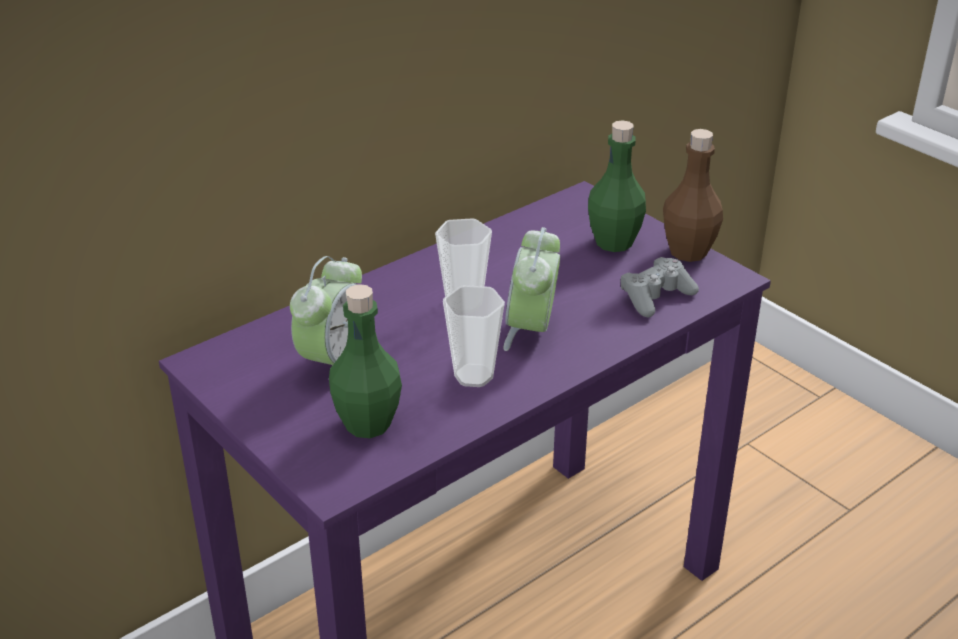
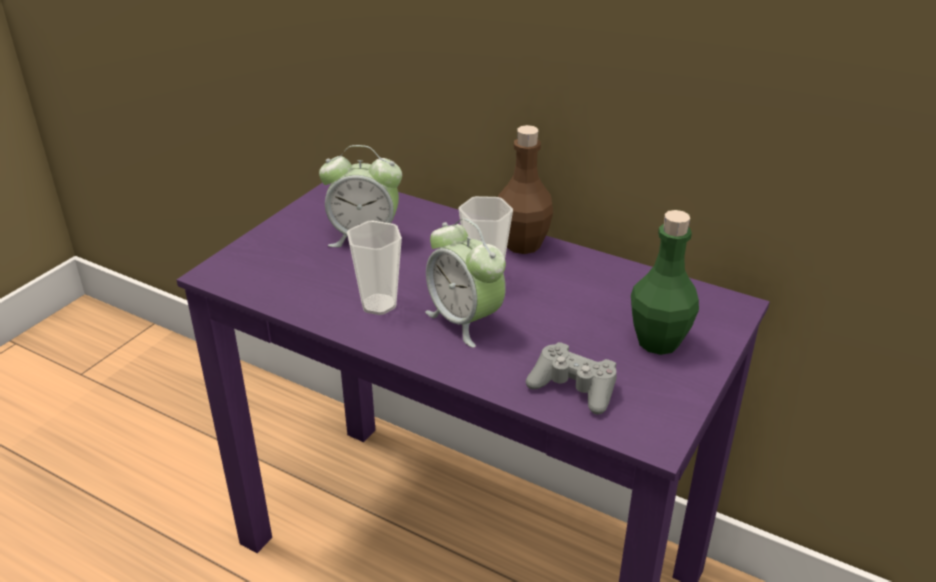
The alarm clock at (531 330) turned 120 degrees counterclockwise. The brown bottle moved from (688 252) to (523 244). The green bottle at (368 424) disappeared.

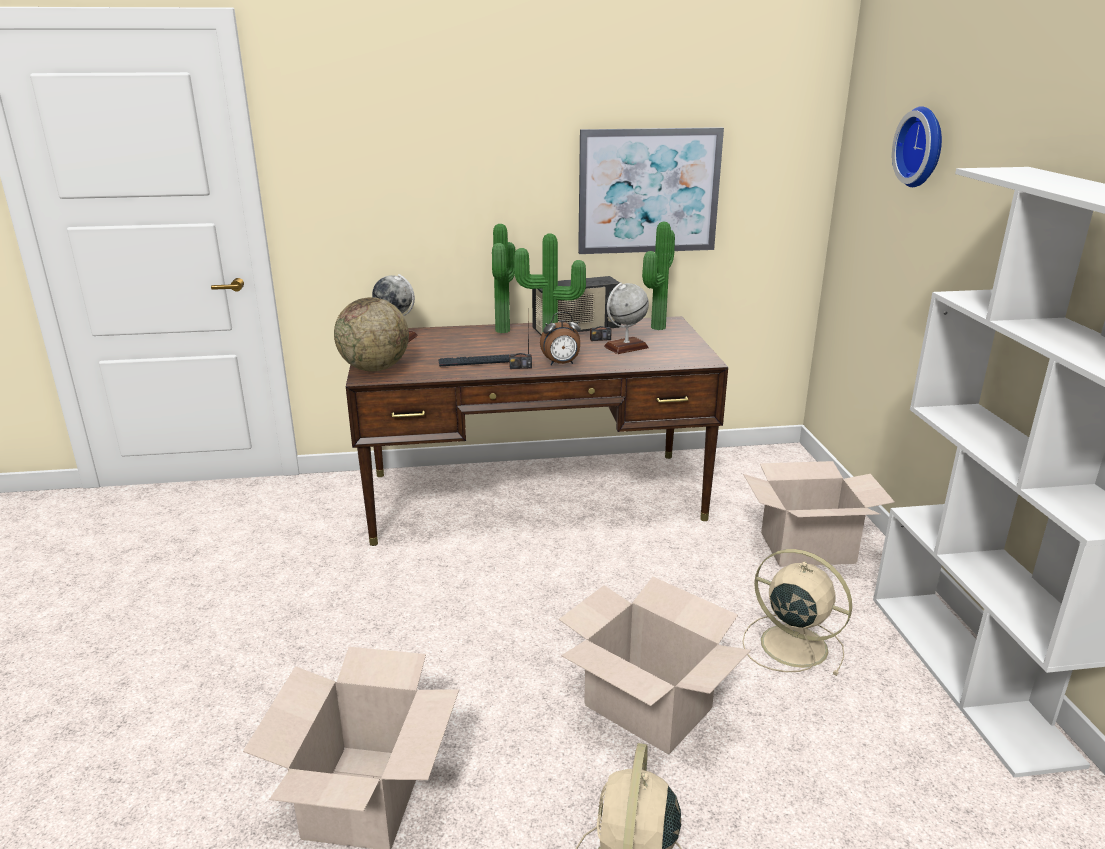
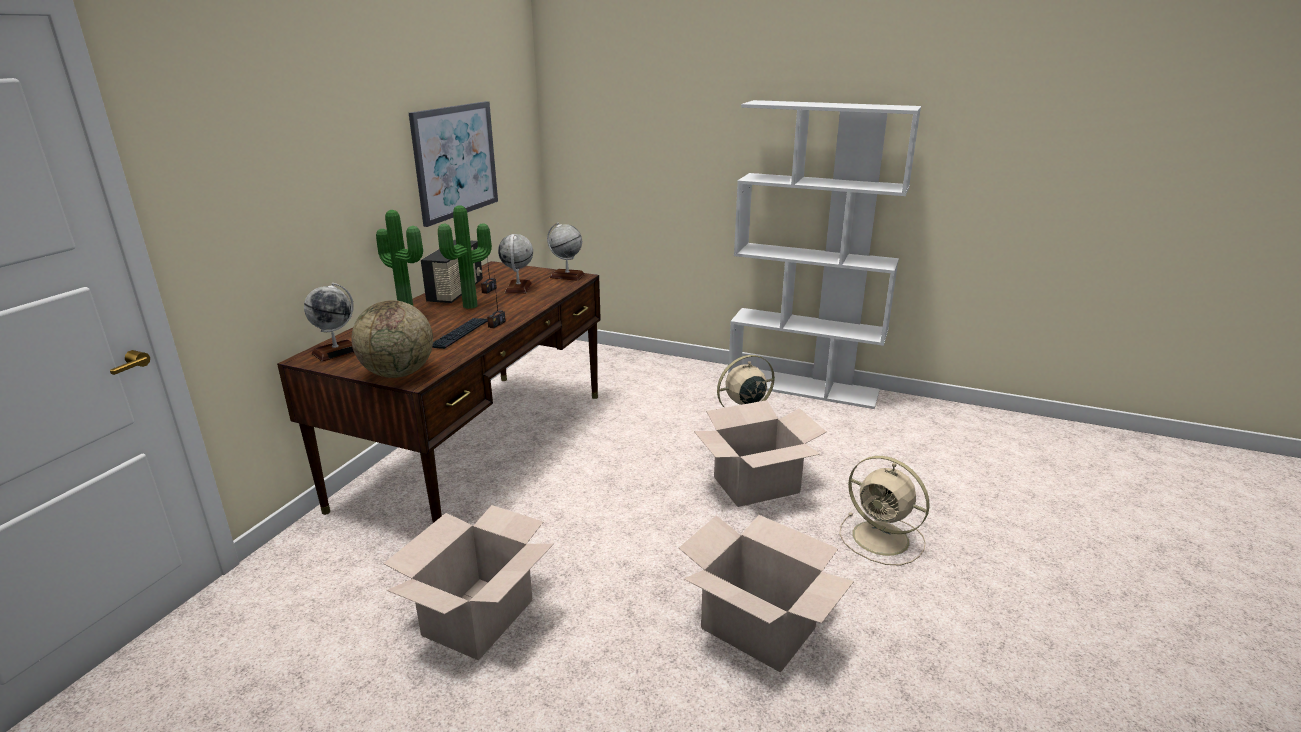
The cardboard box moved from (807 548) to (479 618). The globe at (567 276) appeared. The alarm clock at (561 364) disappeared. The potted plant at (655 327) disappeared. The wall clock at (923 147) disappeared.

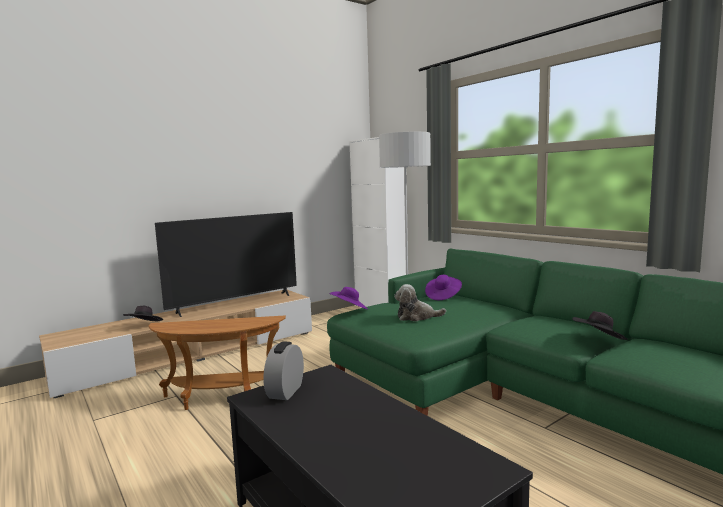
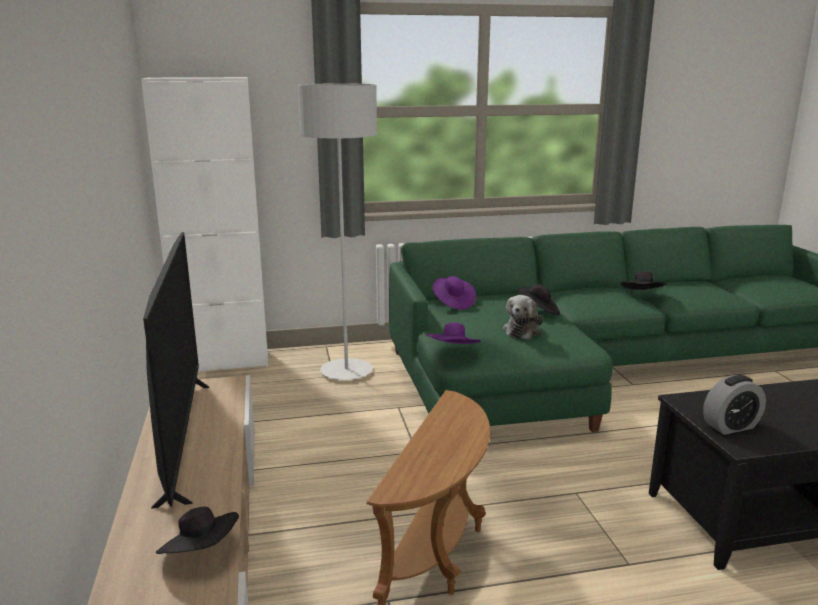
The black hat at (538 311) appeared. The alarm clock at (285 391) turned 60 degrees counterclockwise.

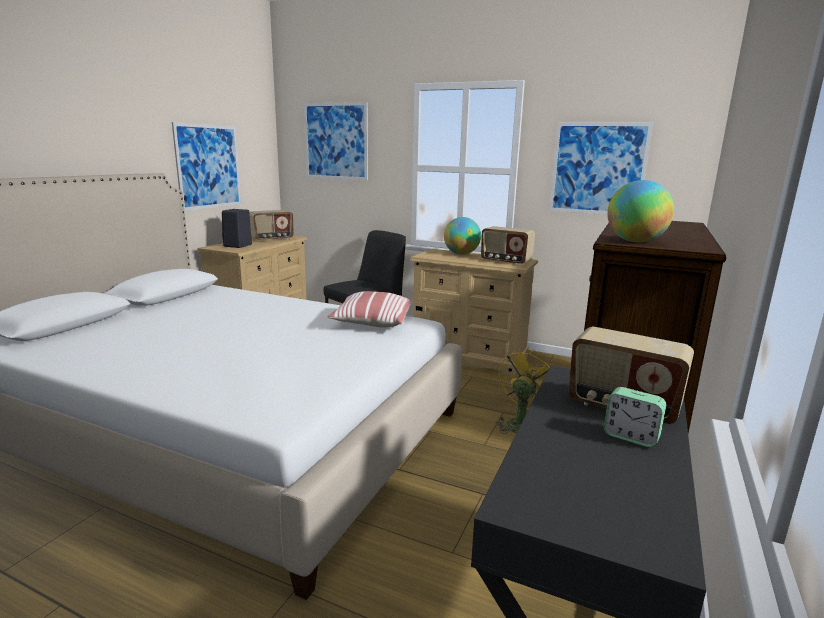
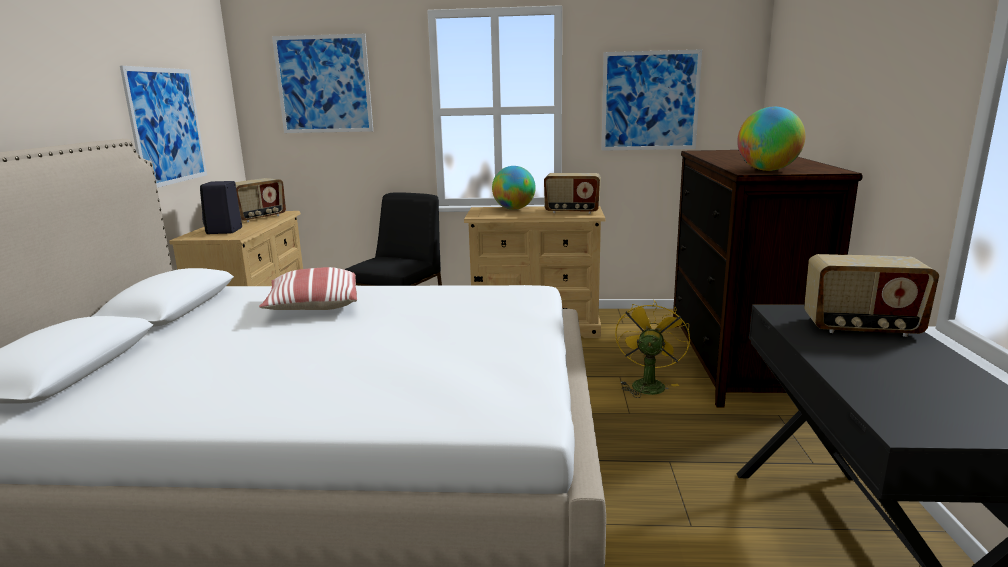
The pillow moved from (371 322) to (313 306). The alarm clock at (631 436) disappeared.

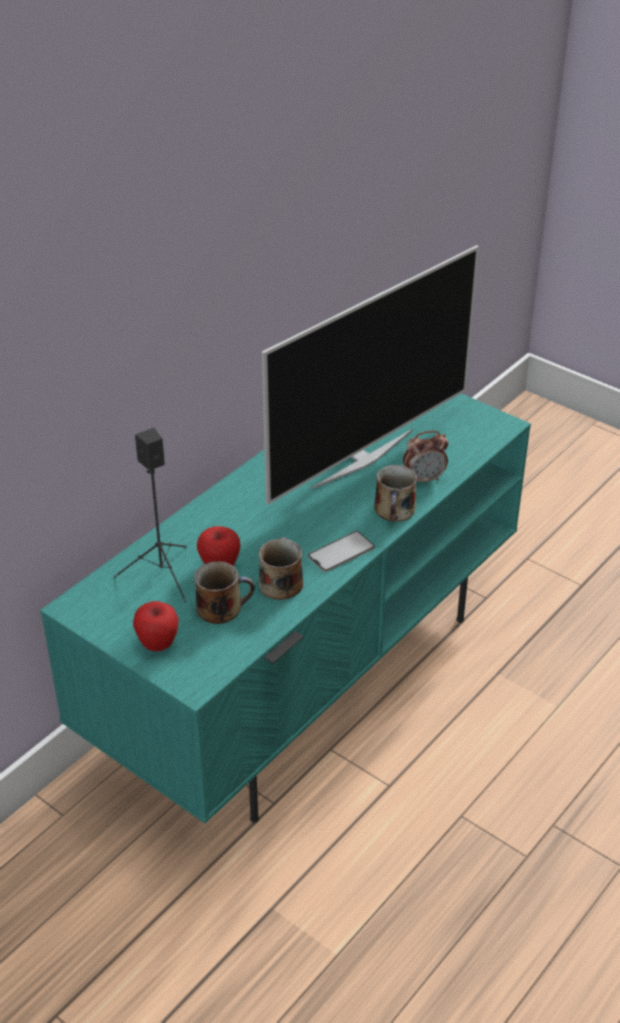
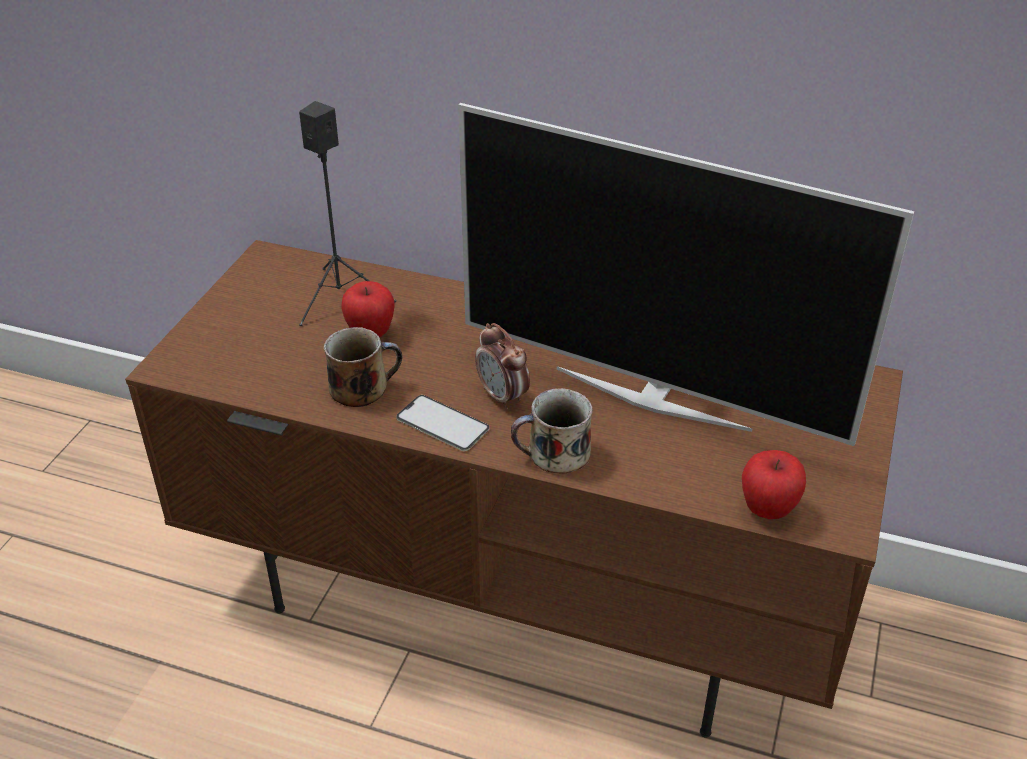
The turquoise tv stand at (306 675) became the brown tv stand at (519 592). The alarm clock moved from (424 479) to (502 397). The apple moved from (158 644) to (767 509). The mug at (222 607) disappeared.

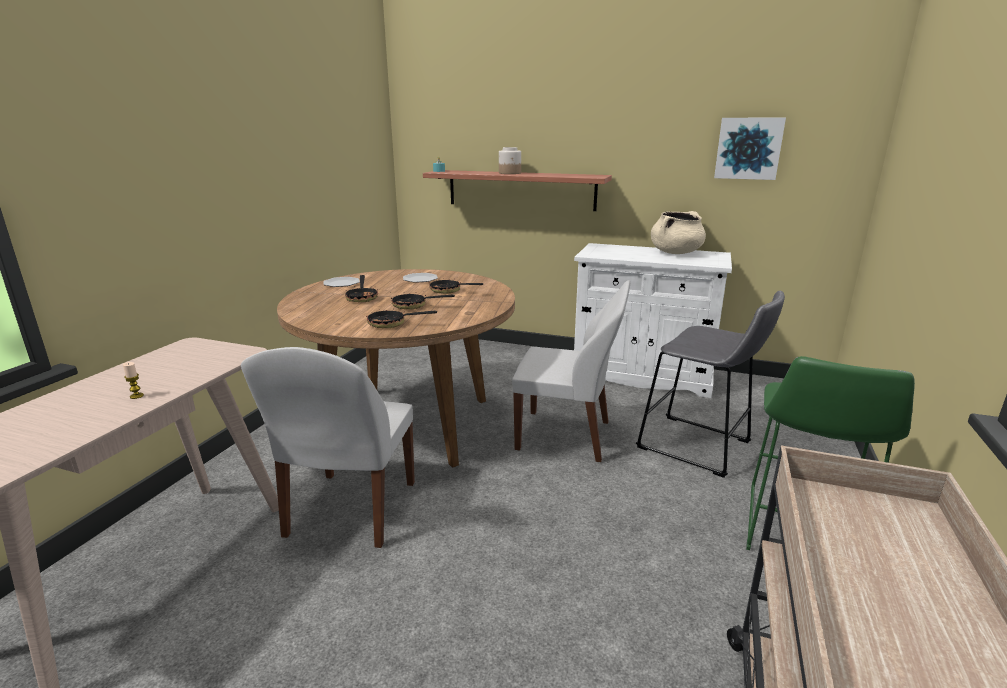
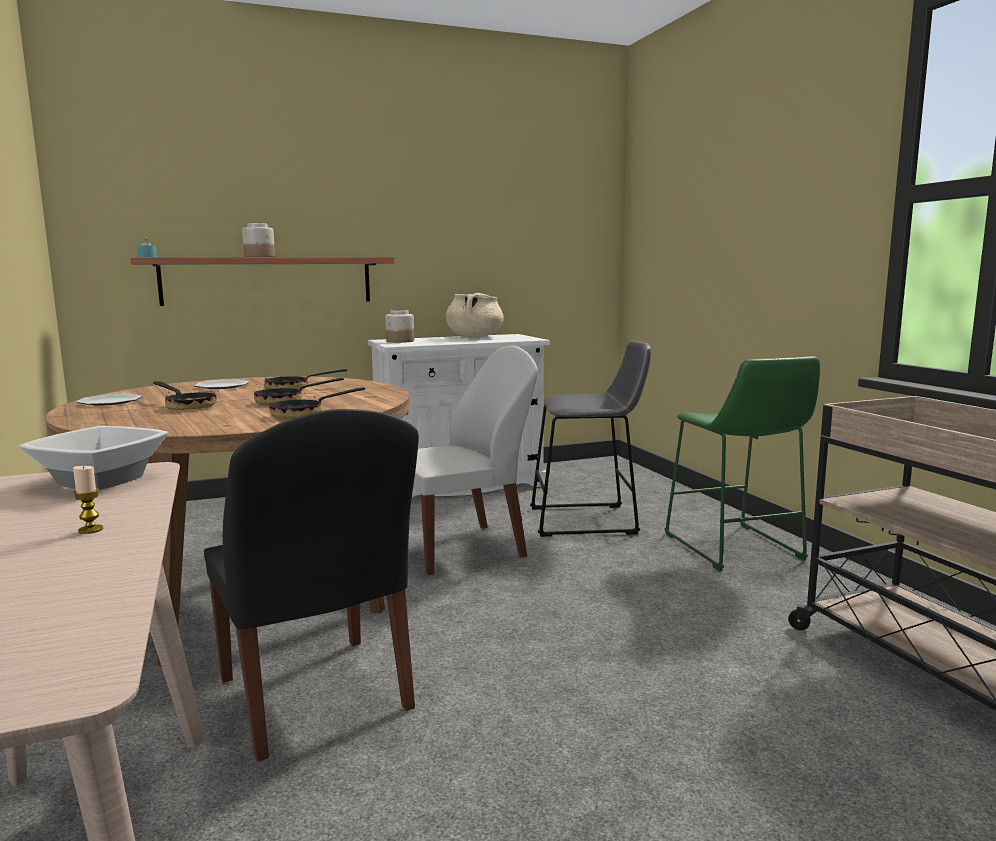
The bowl at (102 480) appeared. The white chair at (350 511) became the black chair at (316 697). The jar at (400 341) appeared. The picture at (748 148) disappeared.

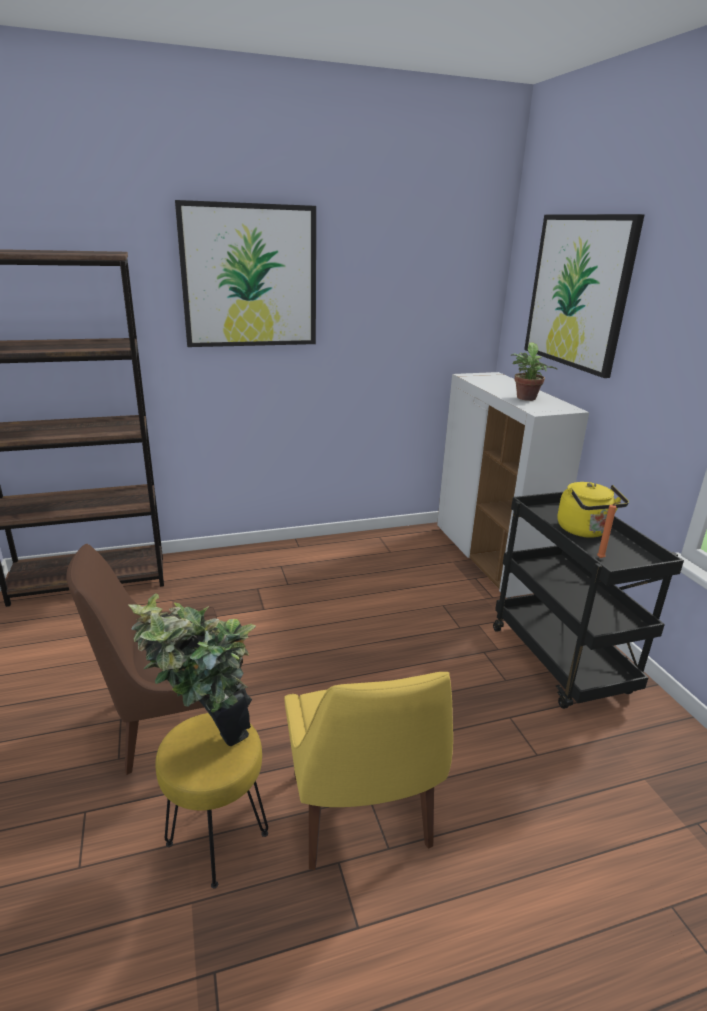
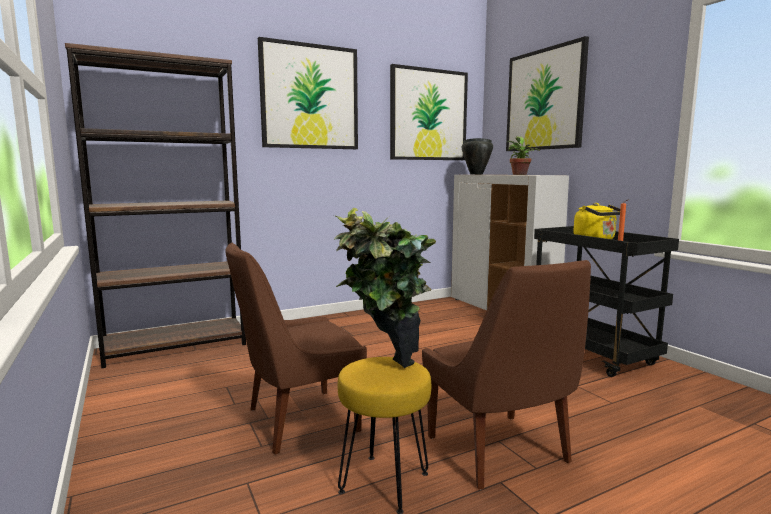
The picture at (428 115) appeared. The yellow chair at (361 815) became the brown chair at (500 452). The black cooking pot at (476 174) appeared.

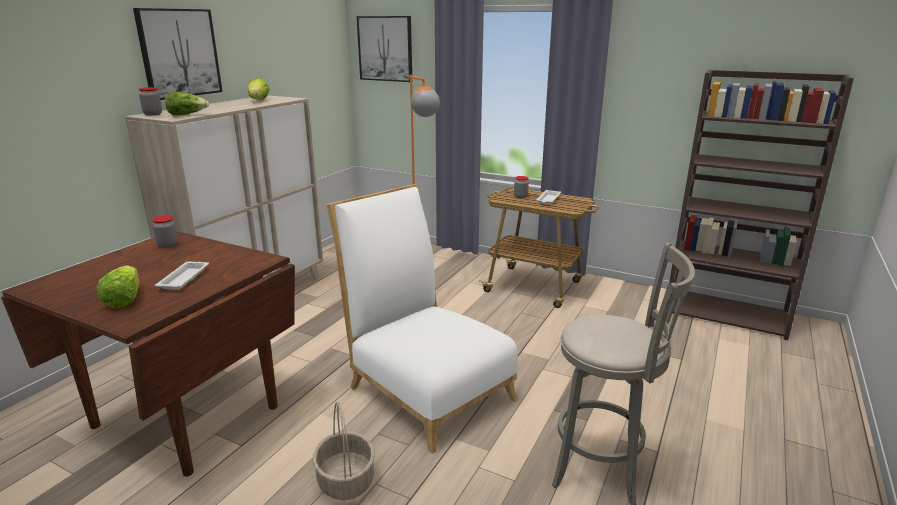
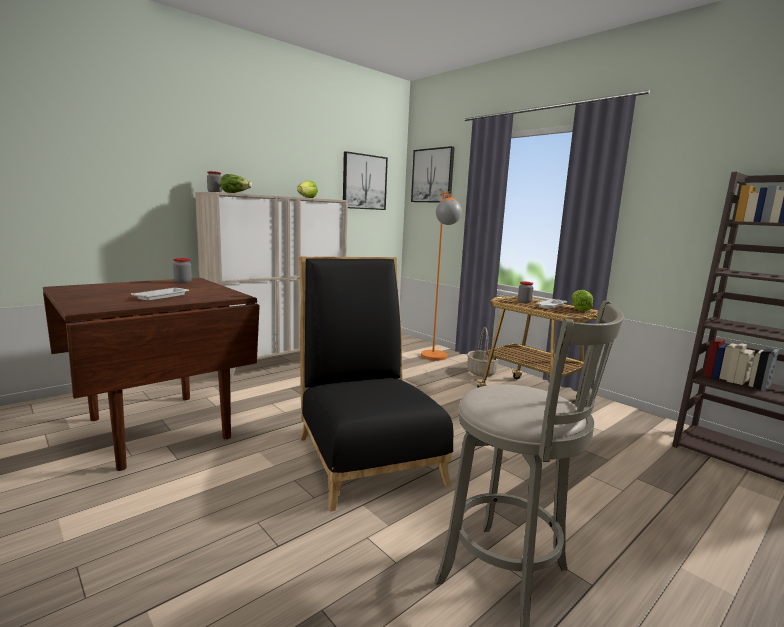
The white chair at (425 388) became the black chair at (366 454). The picture moved from (179 53) to (364 182). The basket moved from (345 480) to (481 372). The lettuce moved from (124 299) to (579 309).

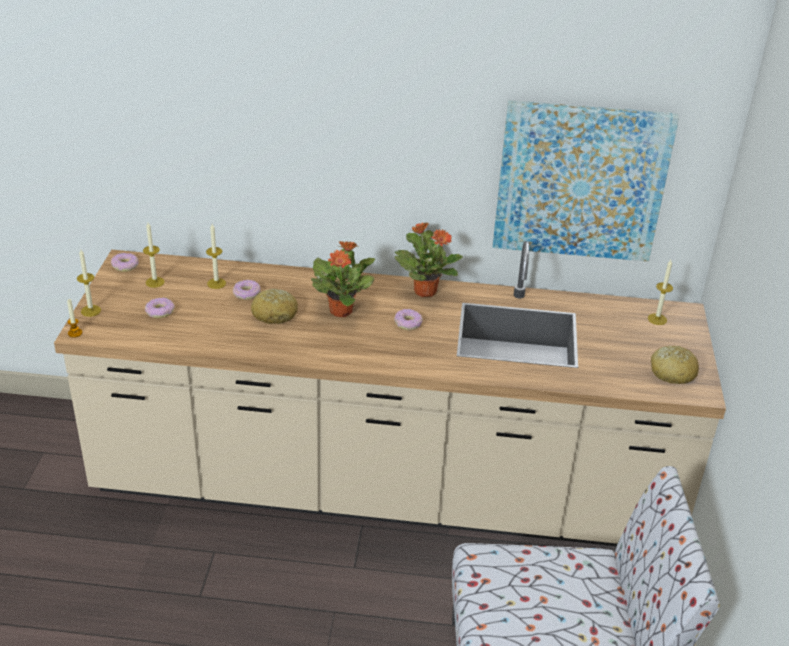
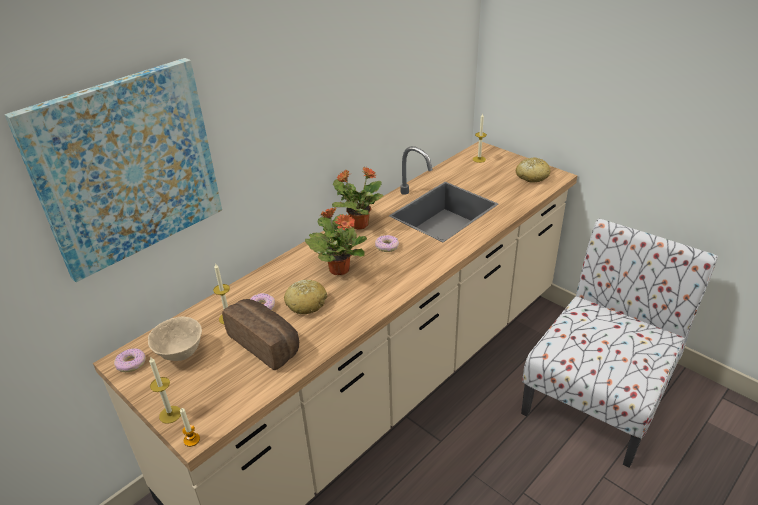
The picture moved from (580 181) to (127 168). The candle at (155 282) was replaced by the beige bowl at (180 354). The bread at (266 343) appeared. The donut at (160 311) disappeared.

